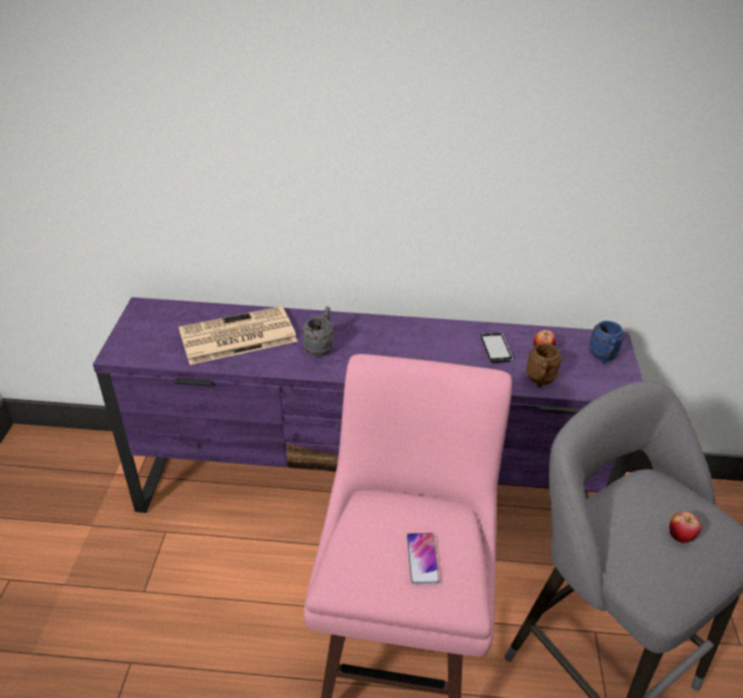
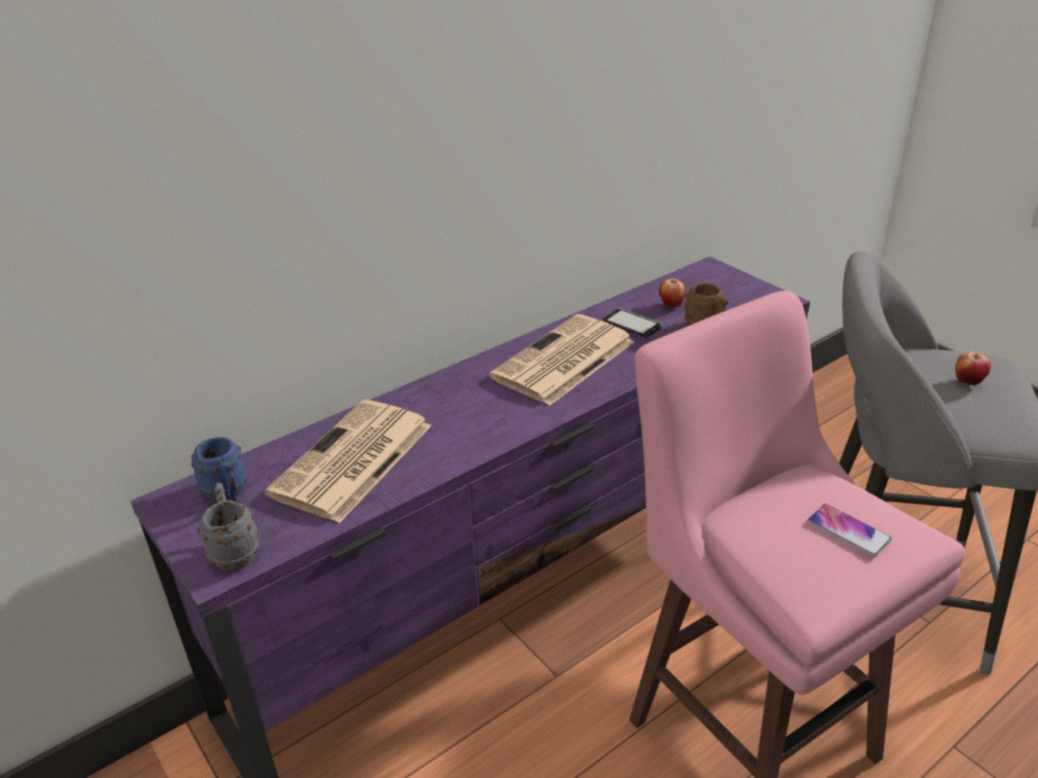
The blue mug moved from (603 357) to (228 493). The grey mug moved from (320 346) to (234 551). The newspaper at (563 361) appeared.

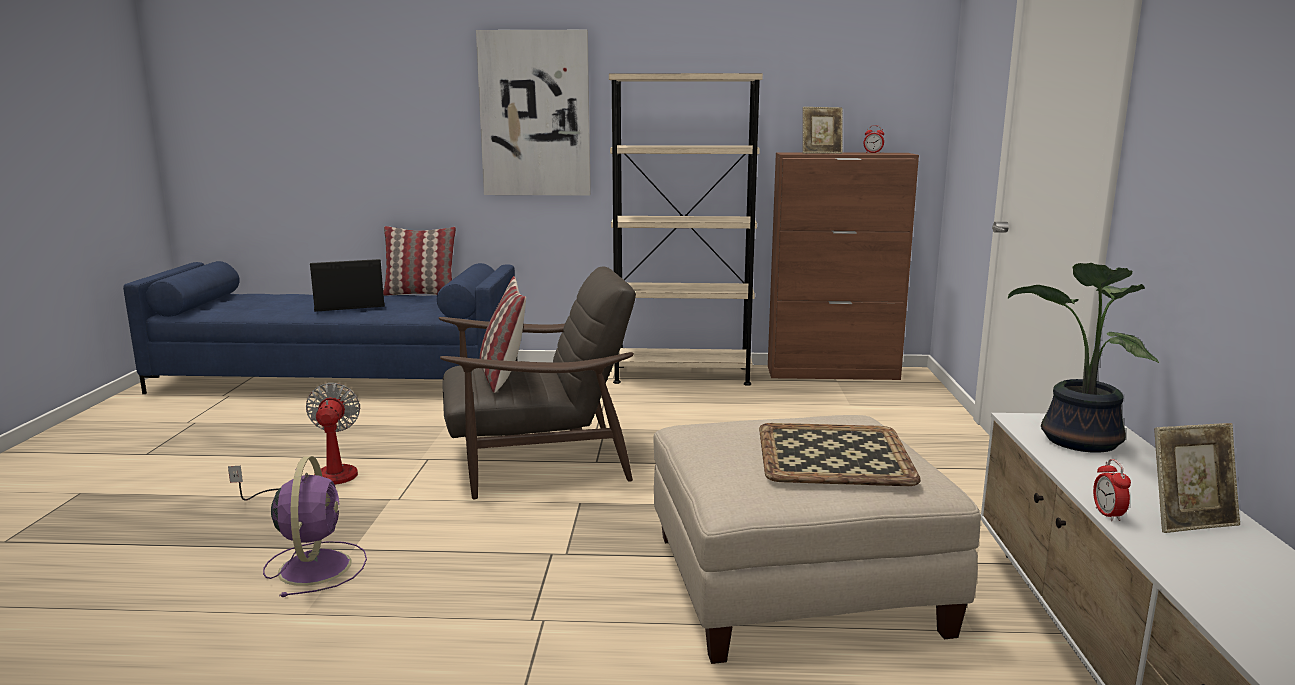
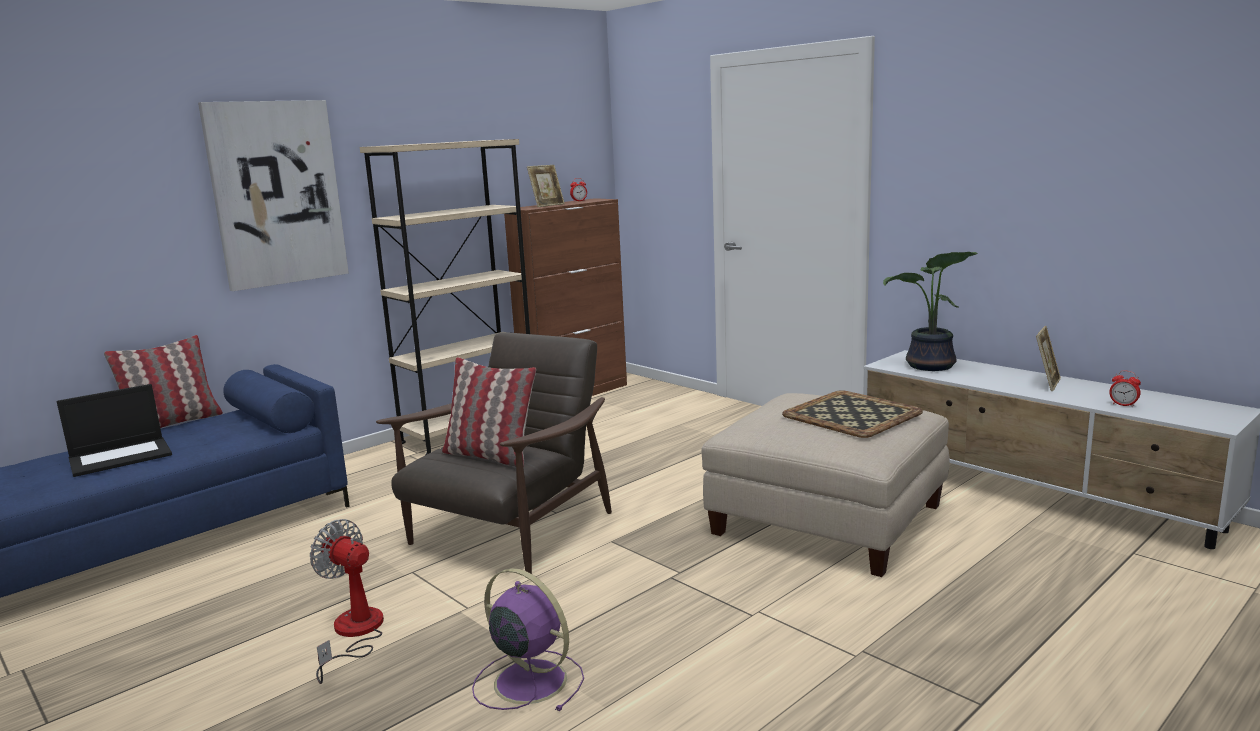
The laptop at (348 304) turned 150 degrees counterclockwise. The alarm clock moved from (1108 514) to (1123 405).

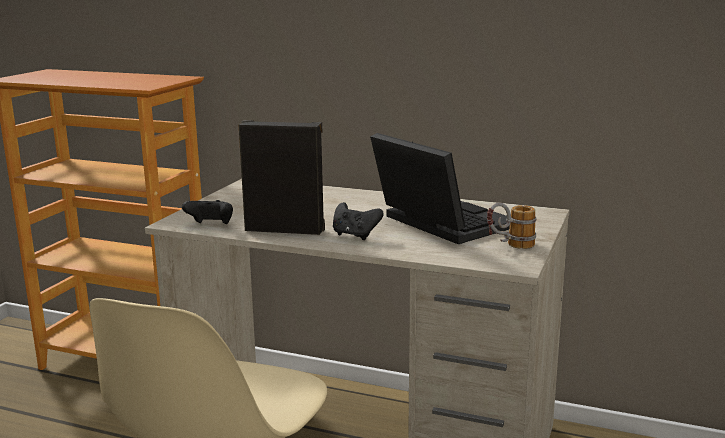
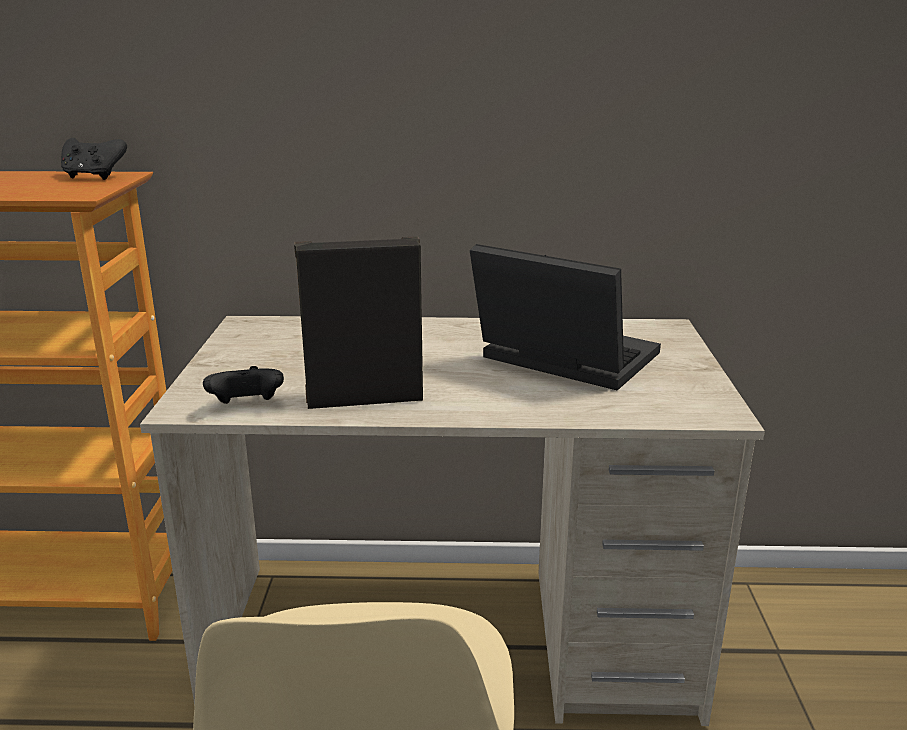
The black game controller moved from (355 235) to (94 177). The mug at (510 246) disappeared.

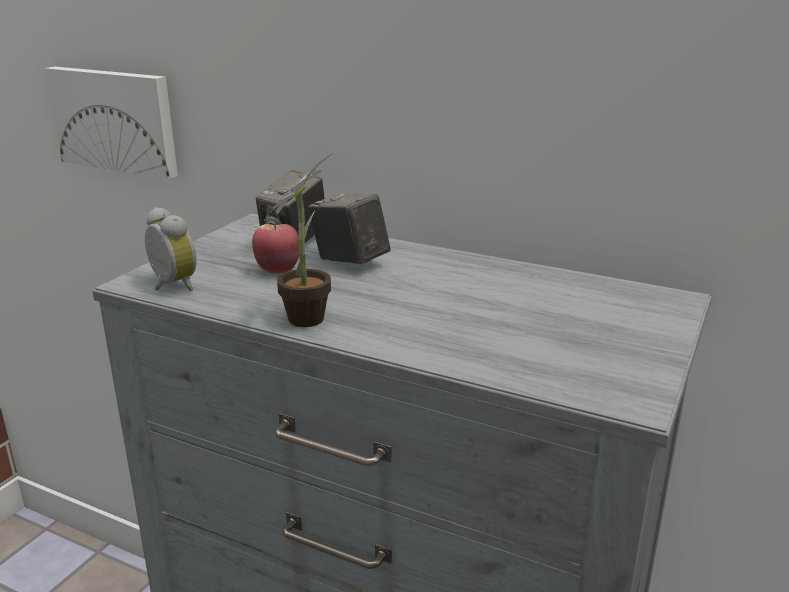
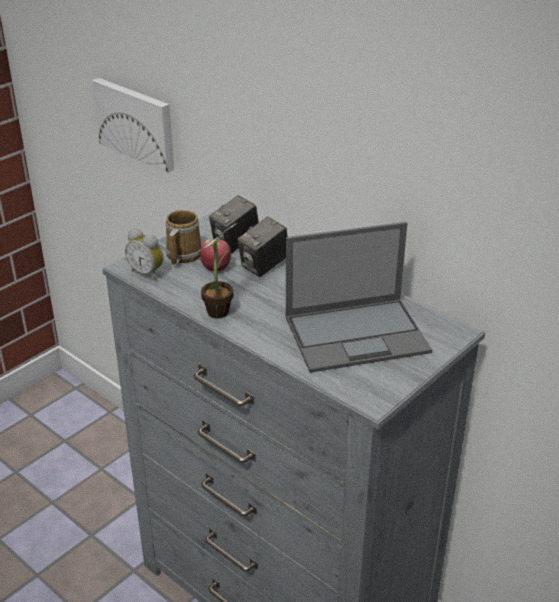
The alarm clock at (171 286) turned 150 degrees clockwise. The mug at (182 255) appeared. The photo camera at (349 261) turned 105 degrees counterclockwise. The laptop at (358 334) appeared.

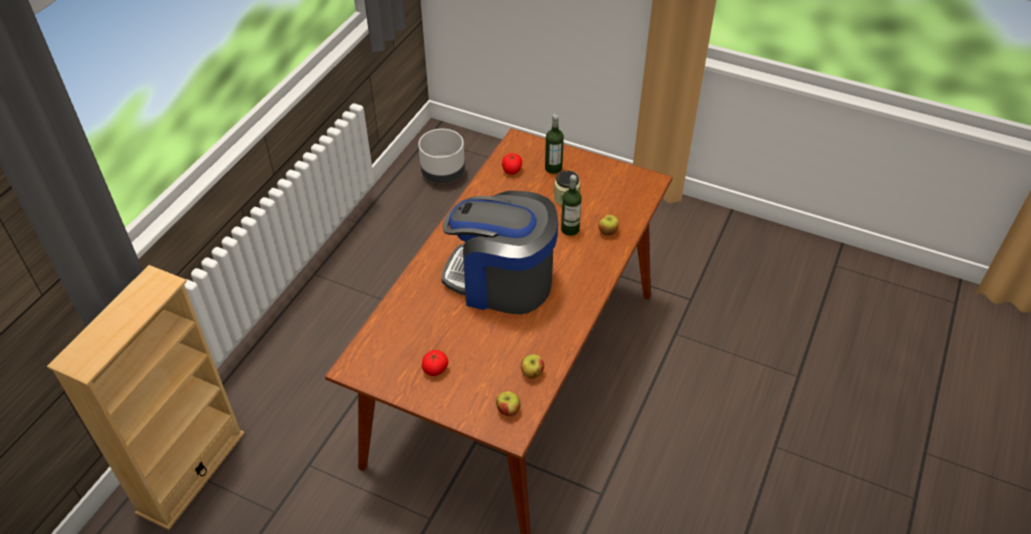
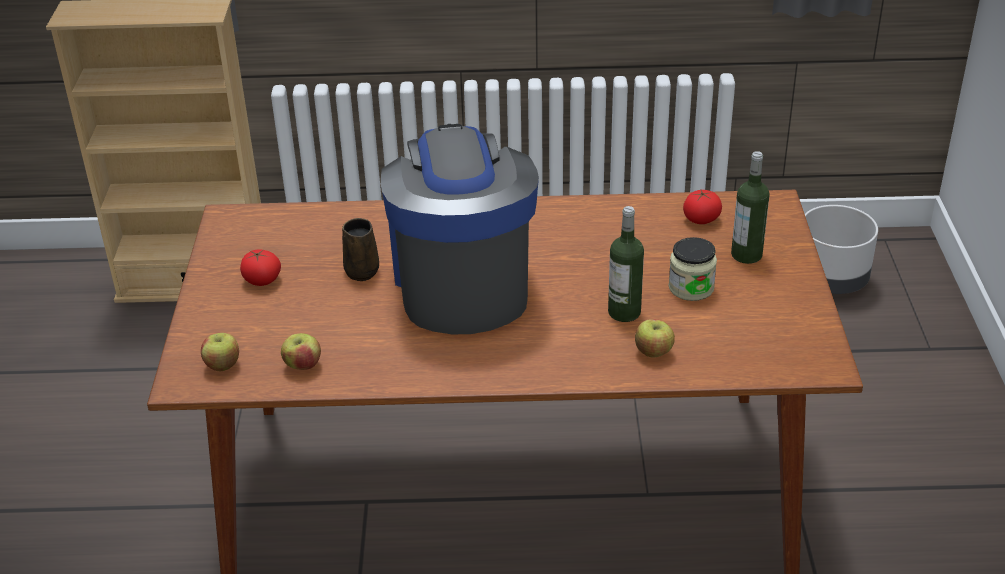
The brown mug at (362 270) appeared.

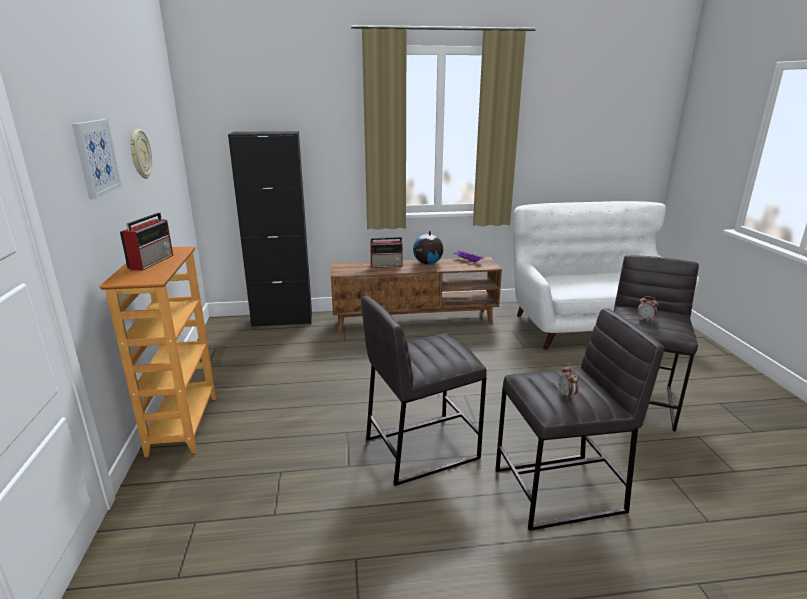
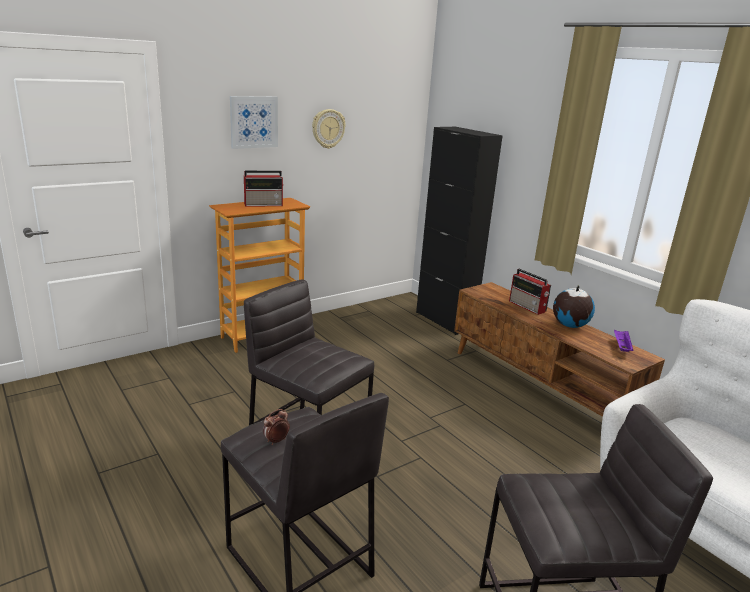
The alarm clock at (645 318) disappeared.

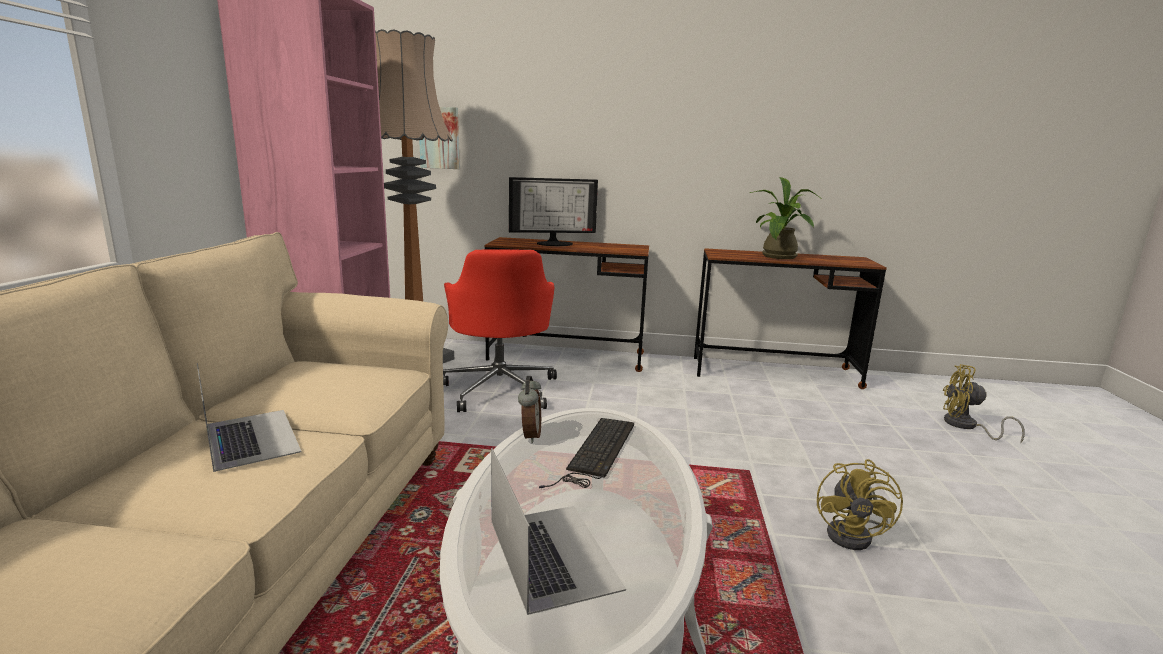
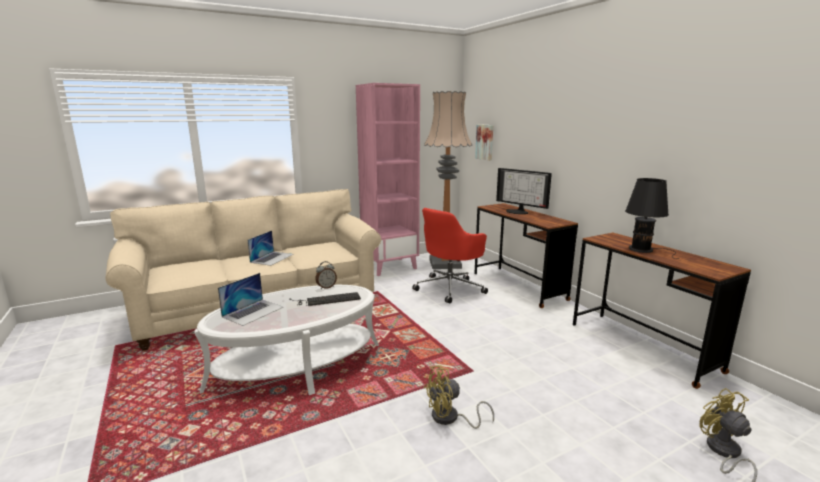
The potted plant at (778 257) was replaced by the black table lamp at (644 250).

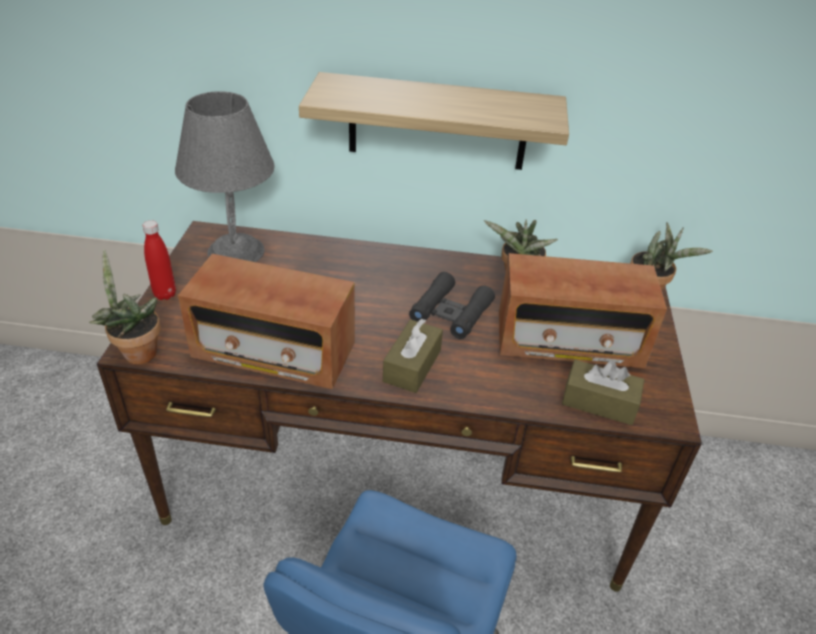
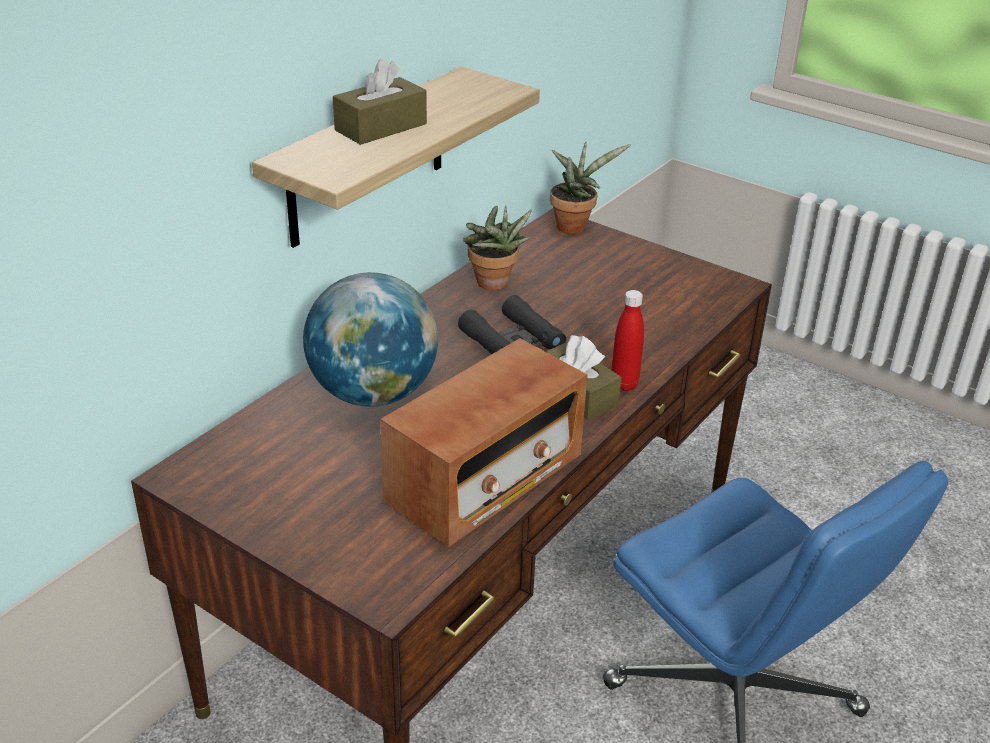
The globe at (374 393) appeared. The brown tissue box moved from (599 402) to (381 127). The red bottle moved from (165 294) to (624 384). The potted plant at (136 352) disappeared. The grey table lamp at (235 251) disappeared. The radio at (568 342) disappeared.

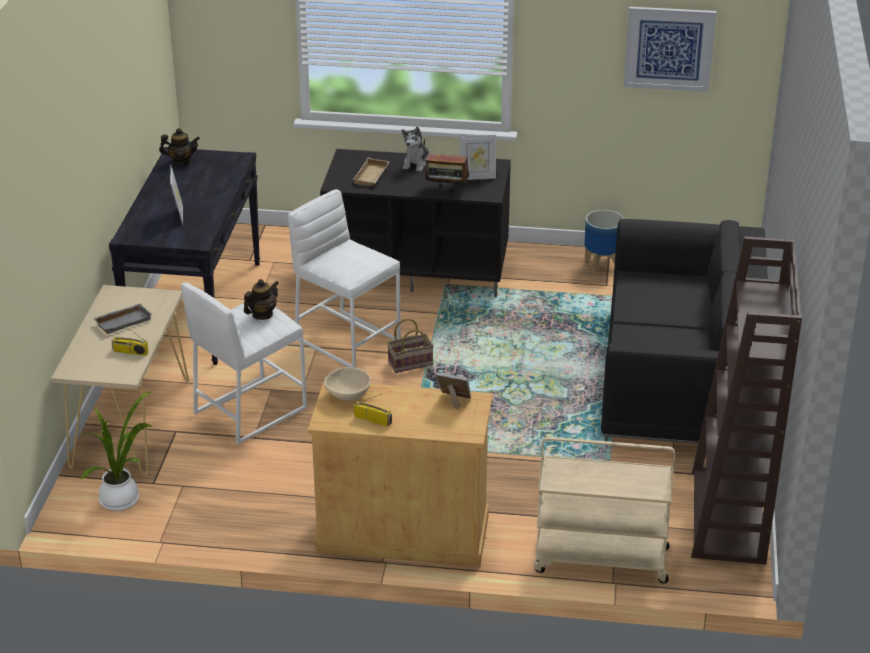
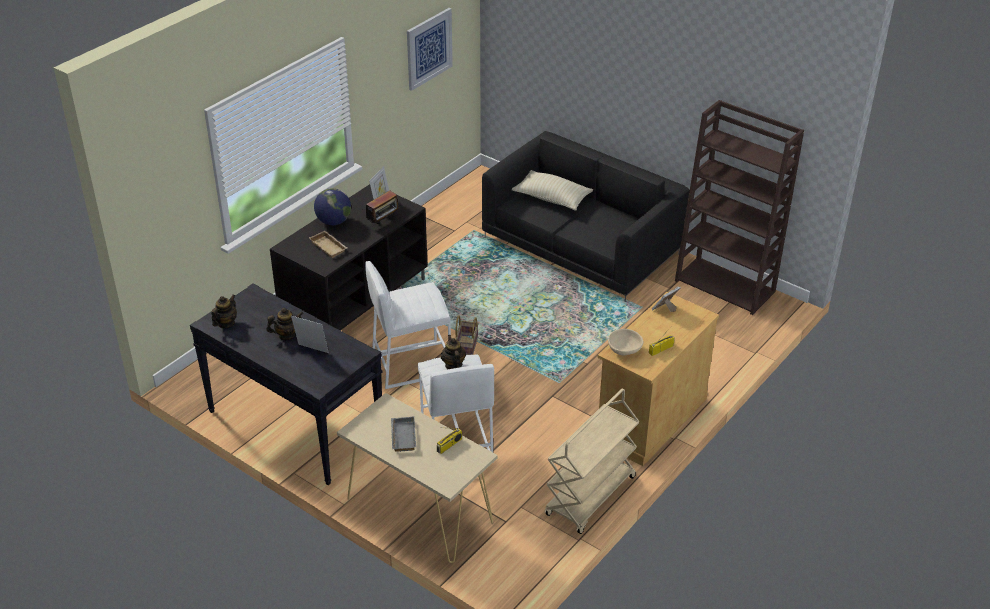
The teapot at (286 335) appeared. The plush toy at (417 164) was replaced by the globe at (333 222). The beige pillow at (552 198) appeared. The beige cart moved from (600 560) to (590 497). The potted plant at (123 499) disappeared. The planter at (602 264) disappeared.

